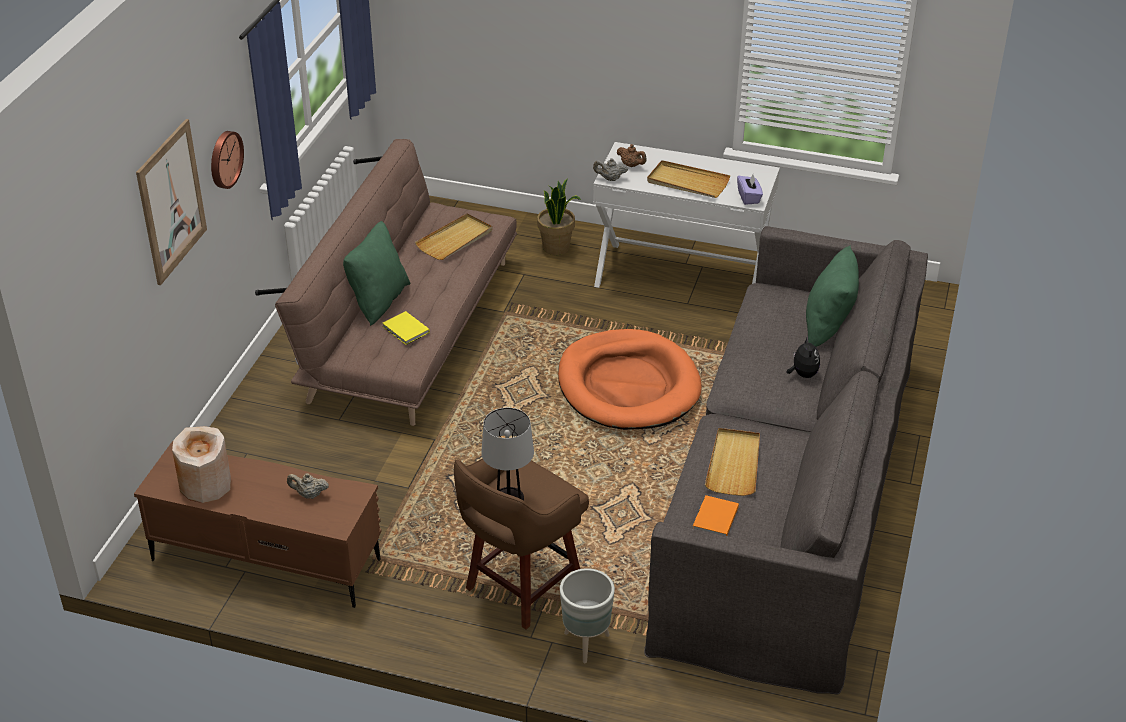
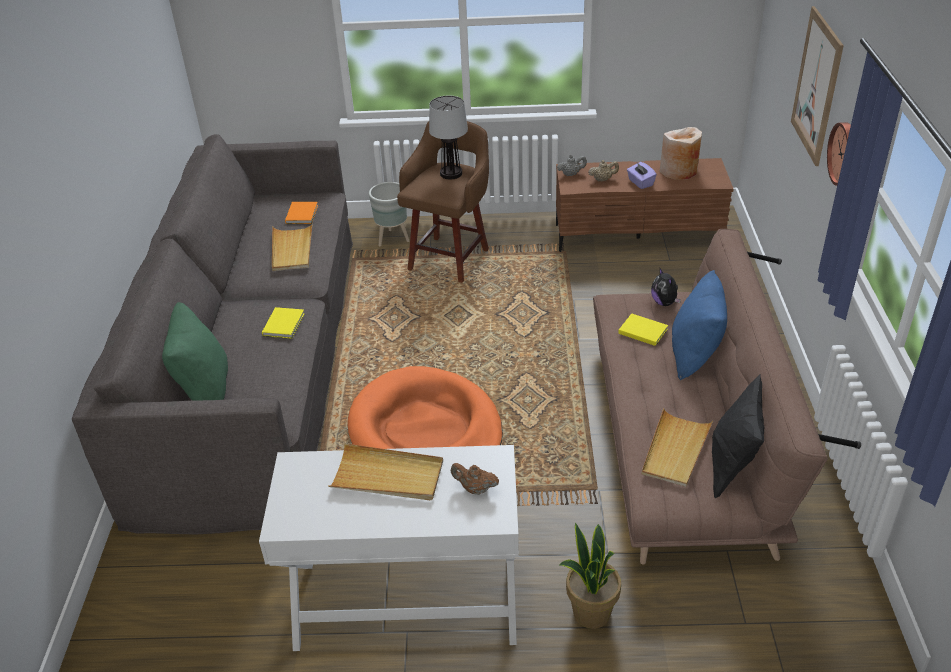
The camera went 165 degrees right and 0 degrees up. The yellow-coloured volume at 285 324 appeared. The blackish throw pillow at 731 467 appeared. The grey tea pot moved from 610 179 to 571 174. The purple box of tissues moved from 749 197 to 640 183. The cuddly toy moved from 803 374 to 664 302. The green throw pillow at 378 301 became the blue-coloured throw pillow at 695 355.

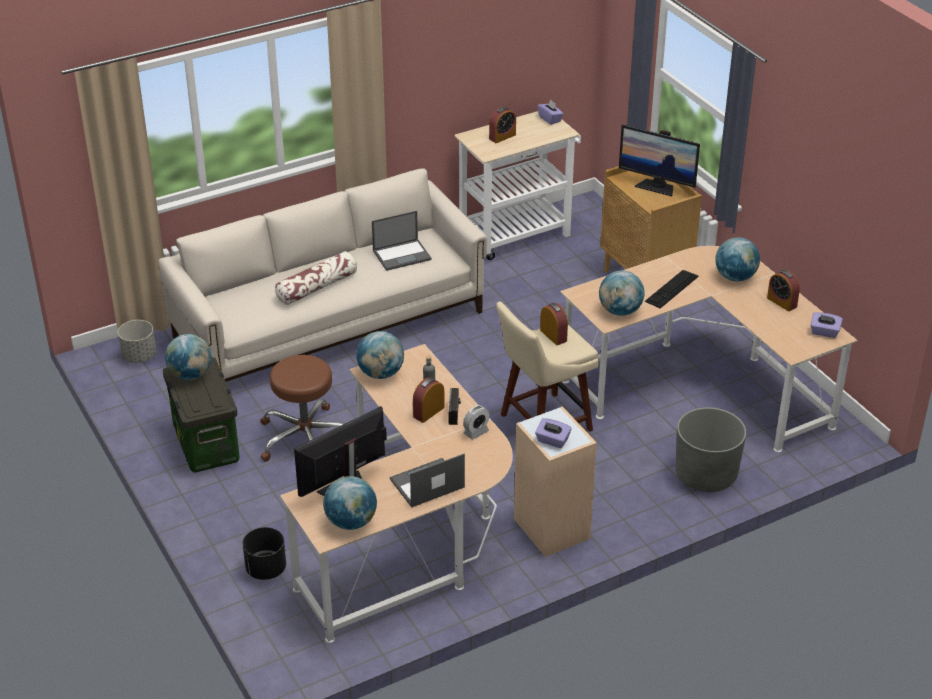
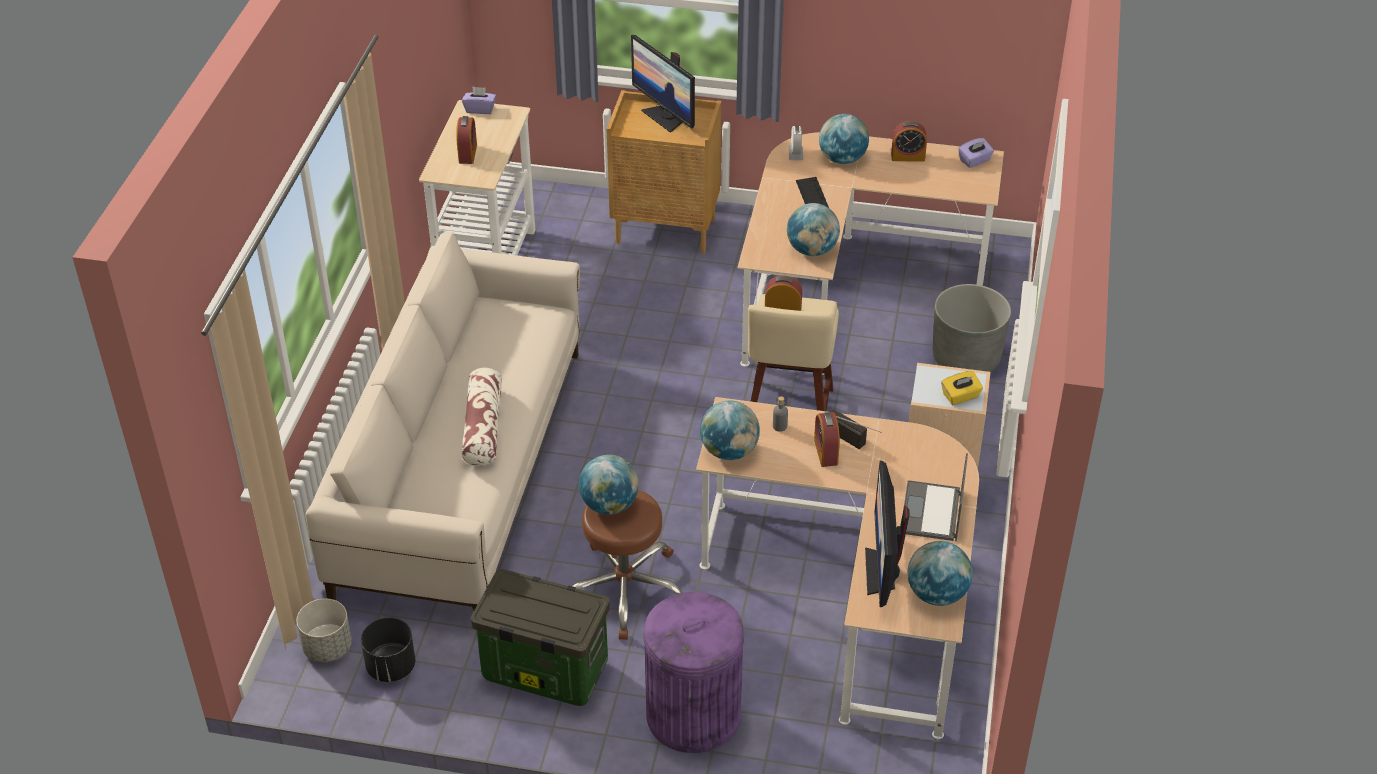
The camera went 50 degrees left and 5 degrees up. The notebook computer at 402 255 disappeared. The purple rubbish bin at 693 715 appeared. The globe moved from 190 374 to 609 505. The blackish flower pot moved from 266 569 to 390 667. The table clock moved from 476 432 to 795 154. The purple box of tissues at 552 441 became the yellow-coloured box of tissues at 960 396. The monitor at 657 186 turned 75 degrees clockwise.

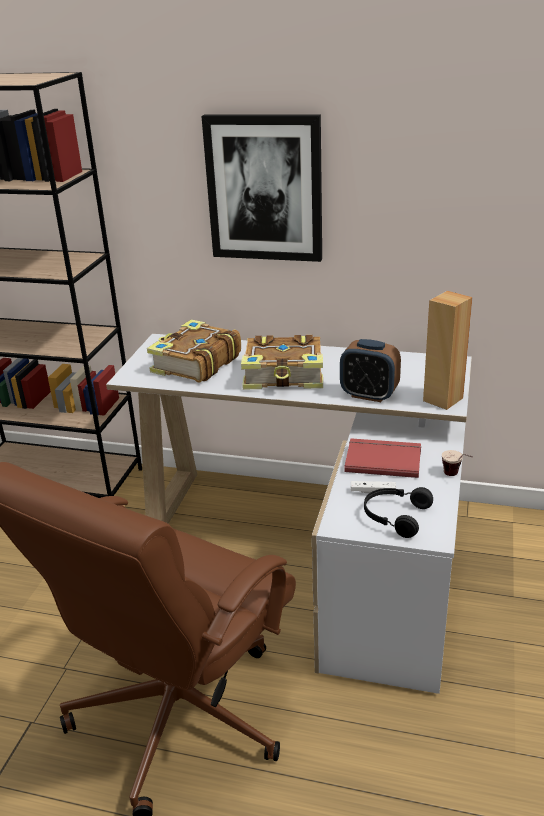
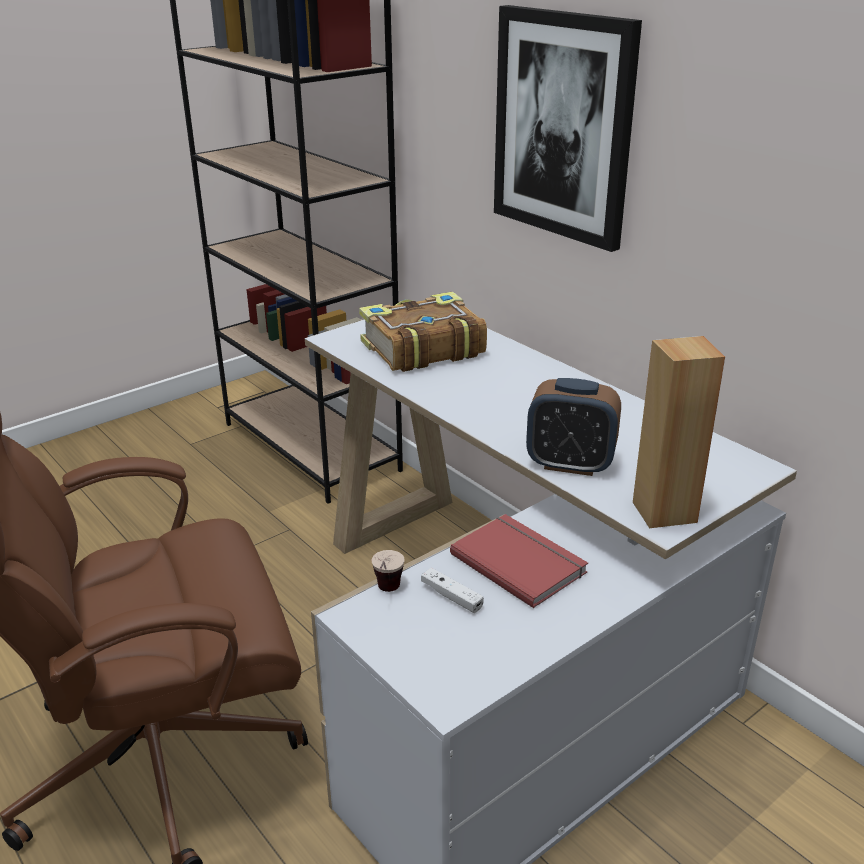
The camera went 35 degrees right and 0 degrees up. The volume at 285 375 disappeared. The blackish headset at 394 516 disappeared. The drinking cup moved from 456 476 to 386 594. The table clock at 369 395 turned 45 degrees counterclockwise.

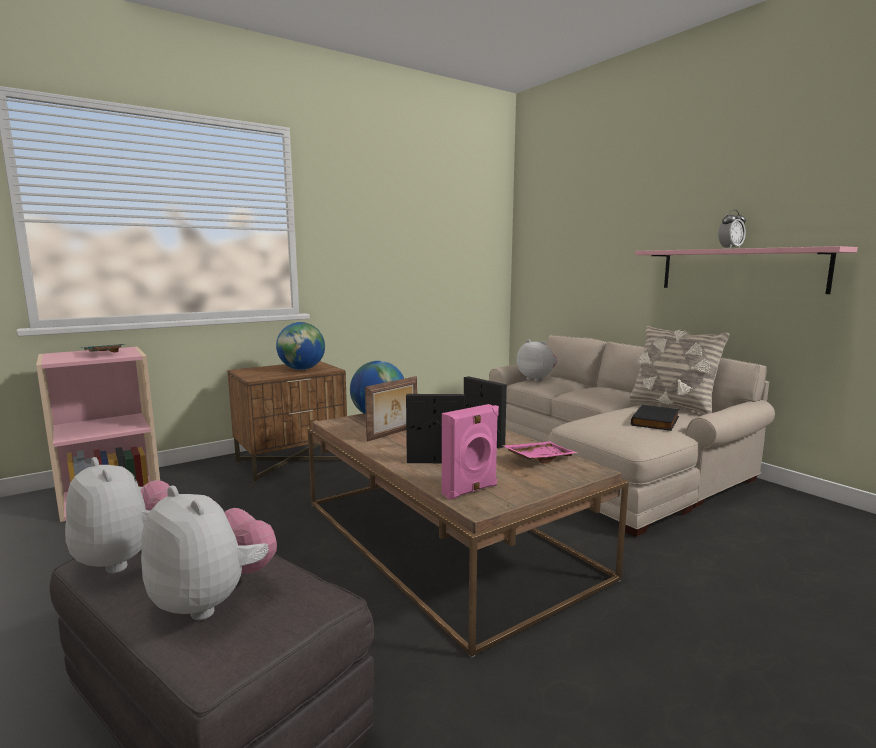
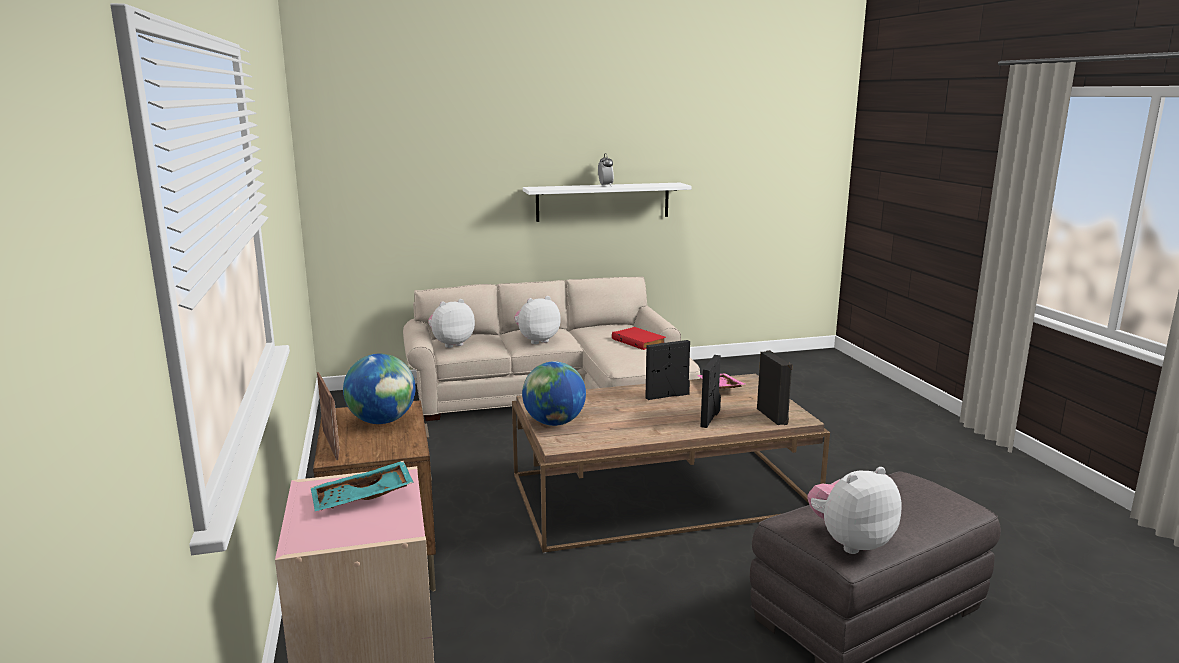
The camera went 70 degrees left and 5 degrees up. The beige throw pillow at 672 407 disappeared. The cuddly toy moved from 212 600 to 536 340. The photo frame moved from 393 433 to 331 444. The pinkish audio speaker at 471 490 became the blackish audio speaker at 773 416. The blackish volume at 656 421 became the red volume at 639 341. The pinkish shelf at 739 270 became the whitish shelf at 603 201.

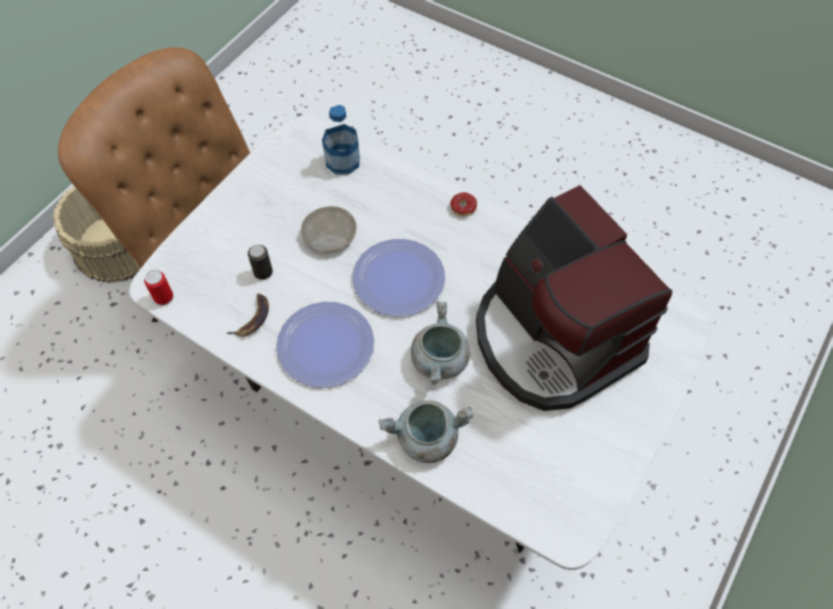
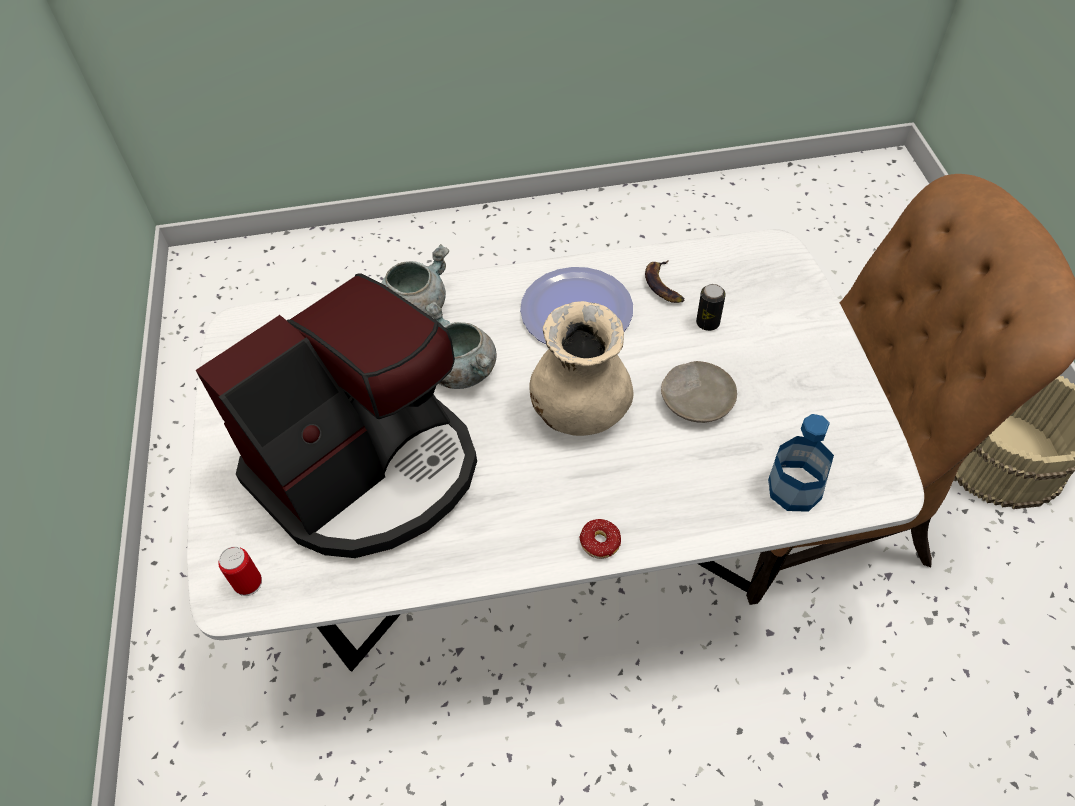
The camera went 140 degrees right and 5 degrees down. The sealed can moved from 164 298 to 248 583. The plate at 399 278 was replaced by the beige decorative vase at 580 411. The coffee maker at 553 339 turned 120 degrees clockwise.

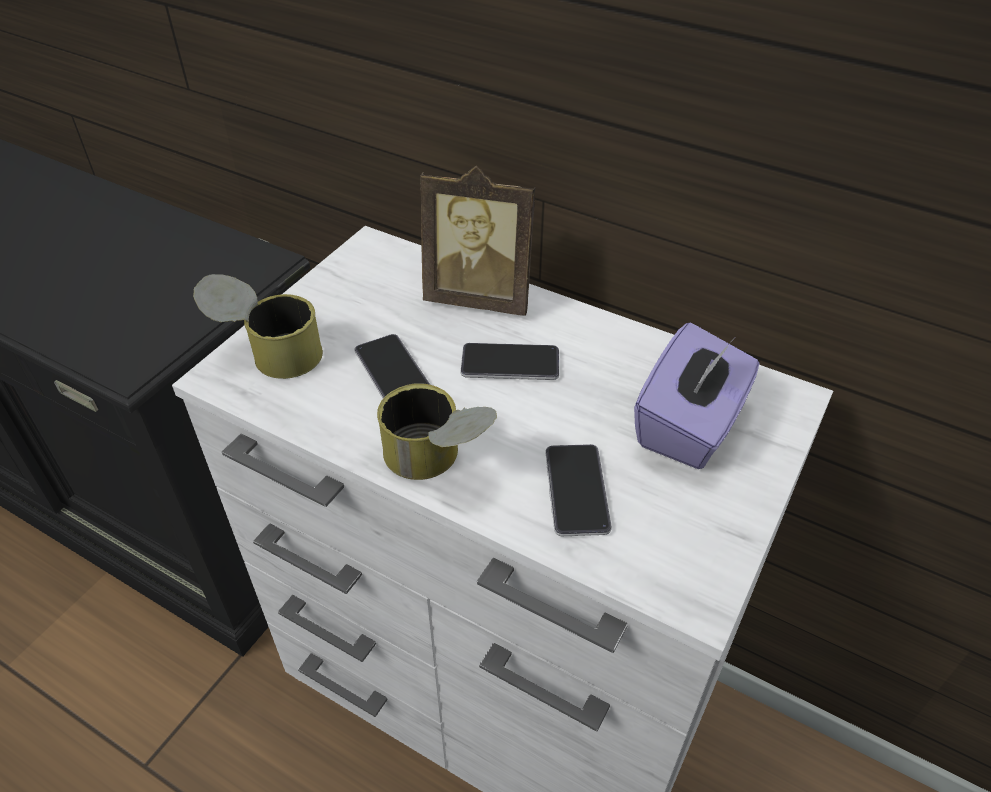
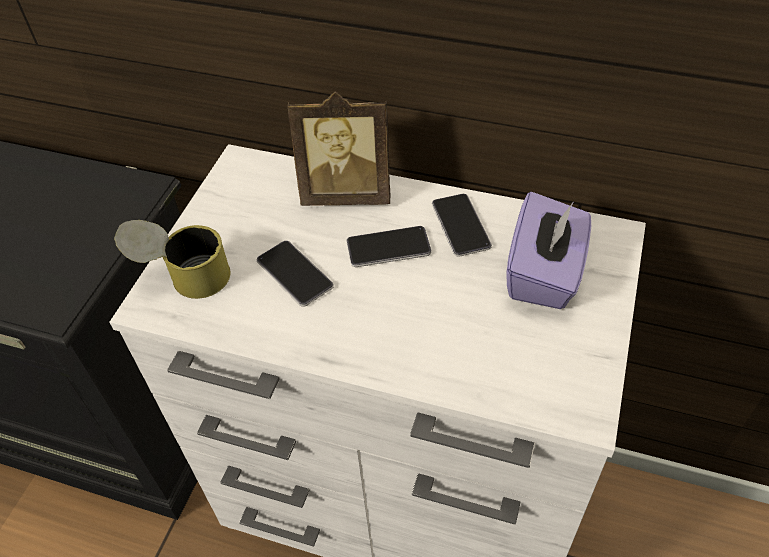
The camera went 10 degrees left and 5 degrees up. The sealed can at 438 462 disappeared. The telephone moved from 576 490 to 460 226.

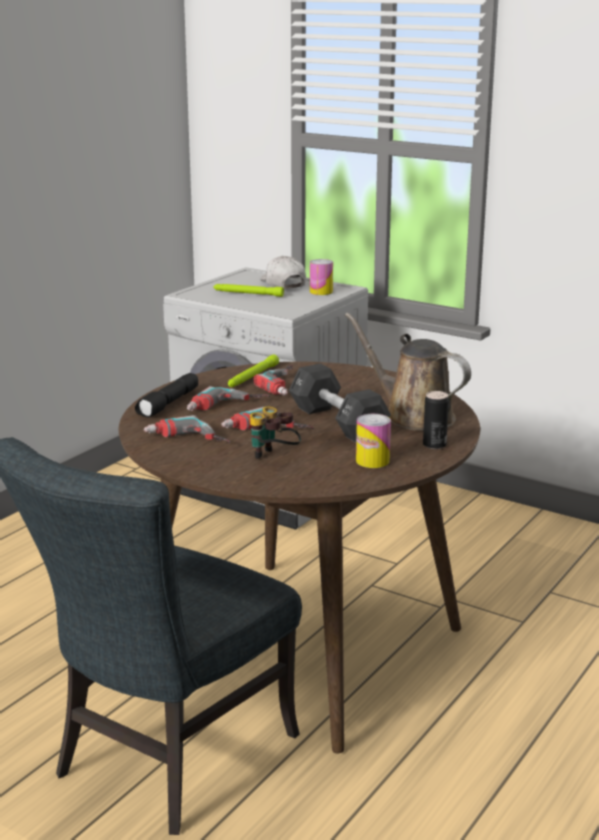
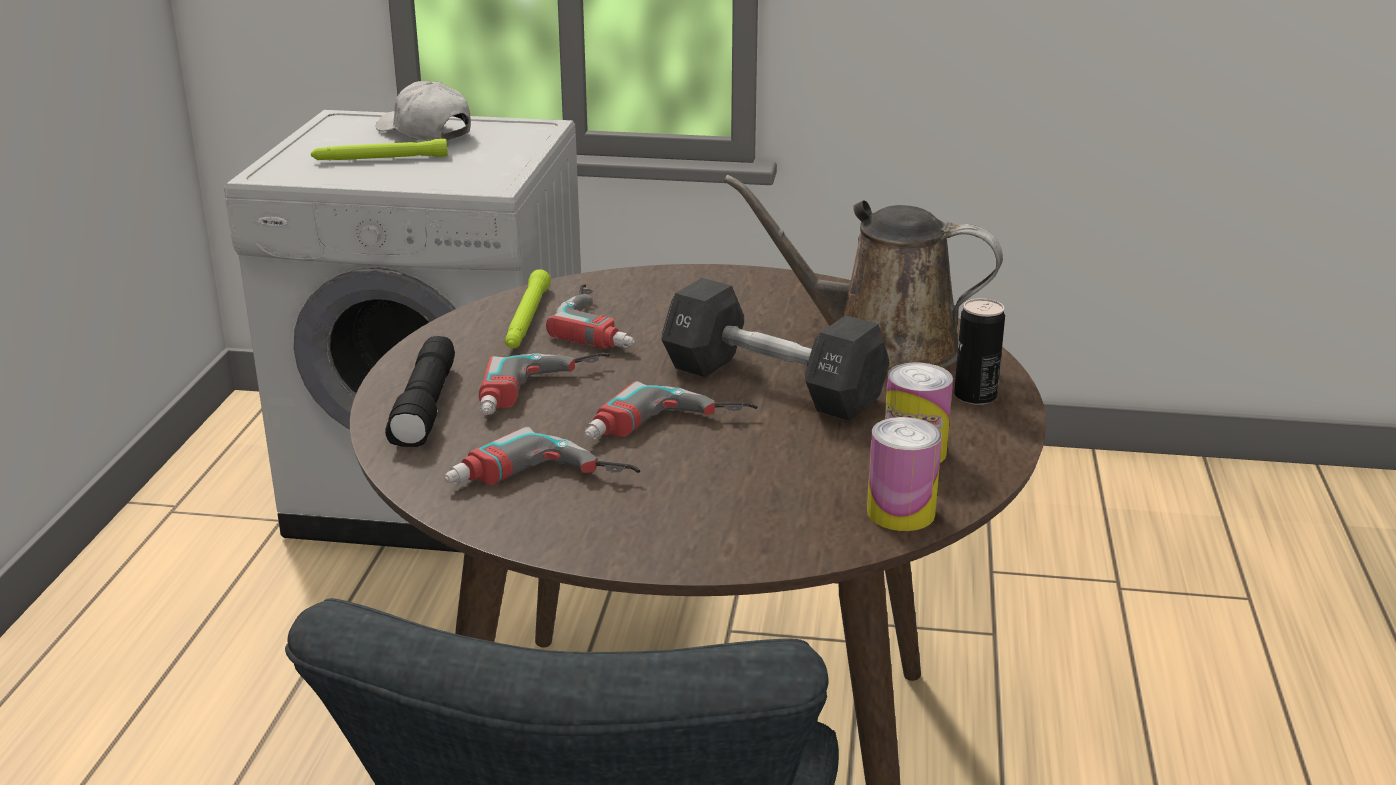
The camera went 25 degrees left and 5 degrees up. The field glasses at 274 458 disappeared. The sealed can moved from 321 292 to 900 513.

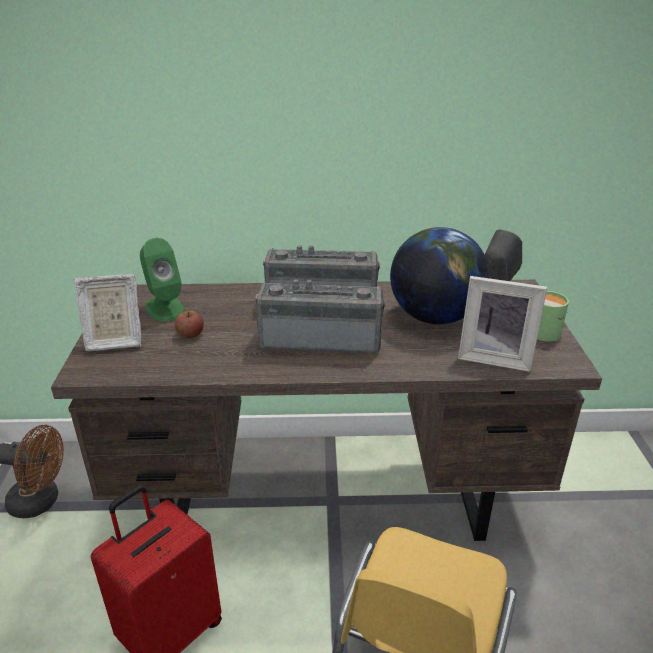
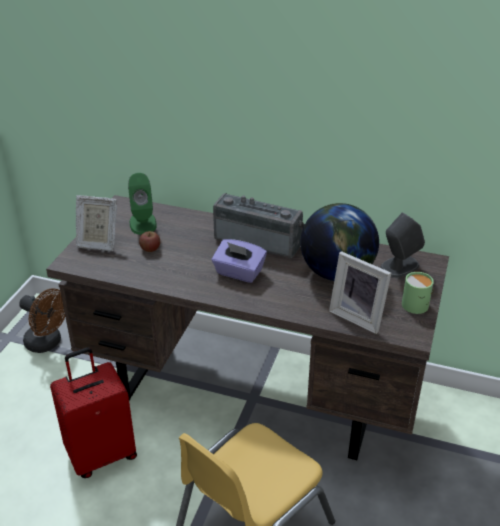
The camera went 20 degrees right and 5 degrees up. The radio set at 321 339 was replaced by the purple box of tissues at 239 273.

